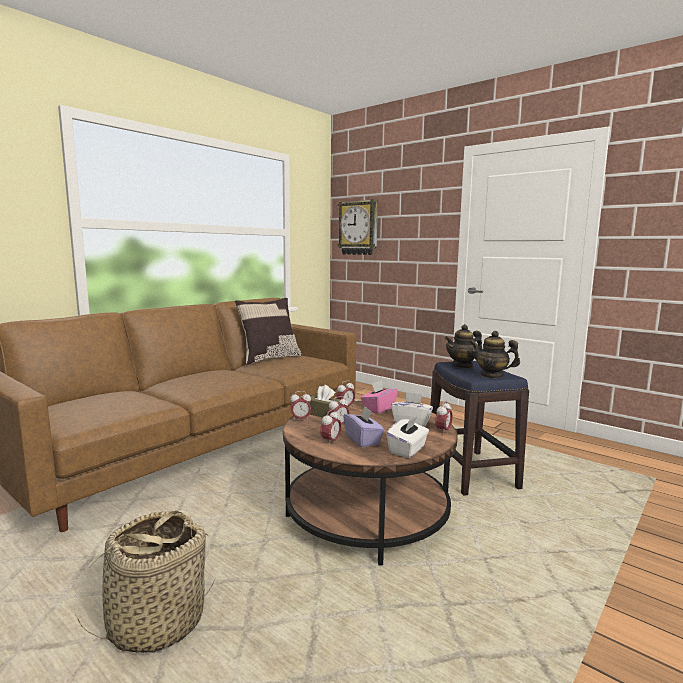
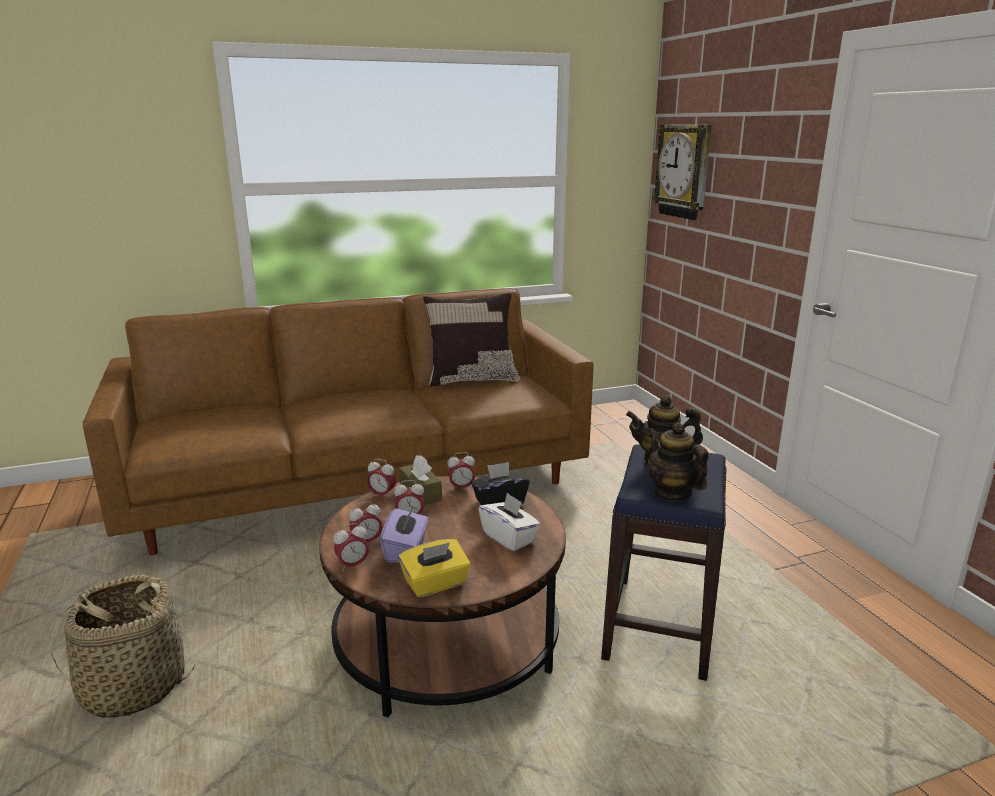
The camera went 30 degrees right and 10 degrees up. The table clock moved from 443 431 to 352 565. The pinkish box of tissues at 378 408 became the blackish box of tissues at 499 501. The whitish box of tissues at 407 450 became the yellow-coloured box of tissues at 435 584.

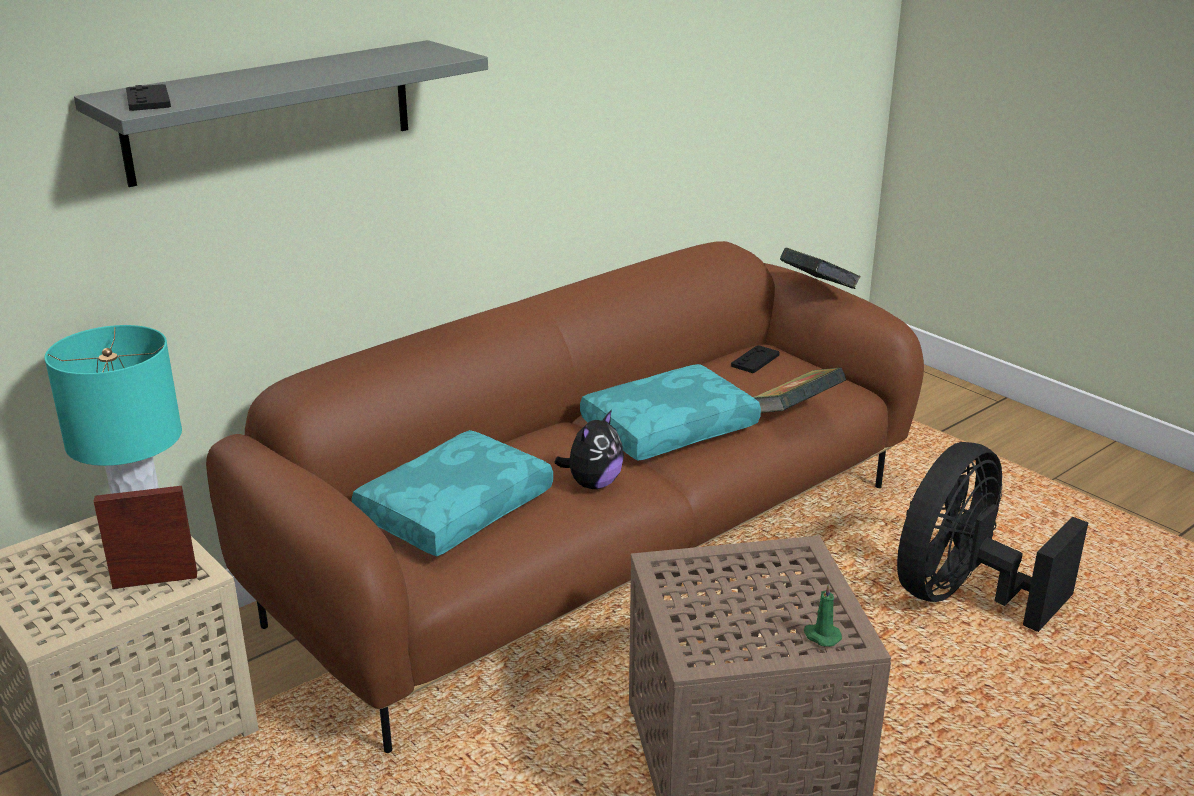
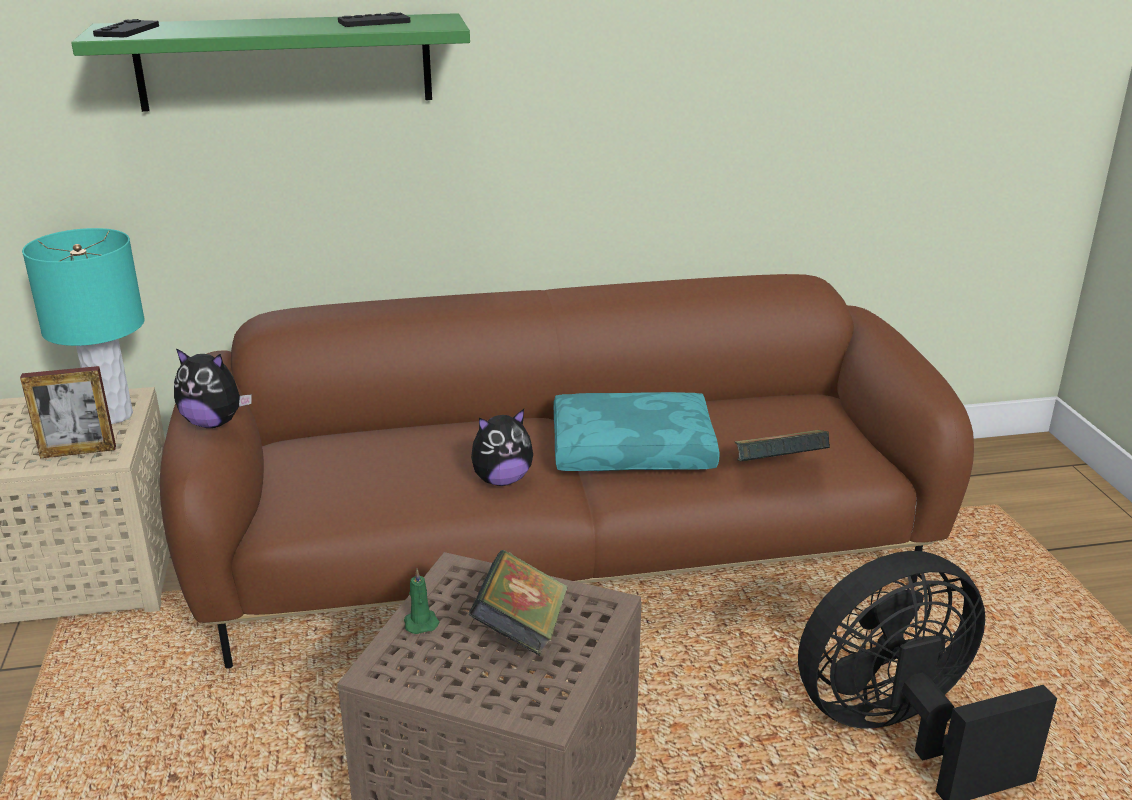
The camera went 30 degrees right and 0 degrees up. The turquoise-coloured throw pillow at 454 508 disappeared. The cuddly toy at 214 423 appeared. The blackish game controller moved from 755 360 to 374 22. The volume moved from 817 290 to 521 631. The green candle moved from 821 636 to 420 622. The grey shelf at 271 111 became the green shelf at 285 62. The photo frame at 155 580 turned 150 degrees clockwise.

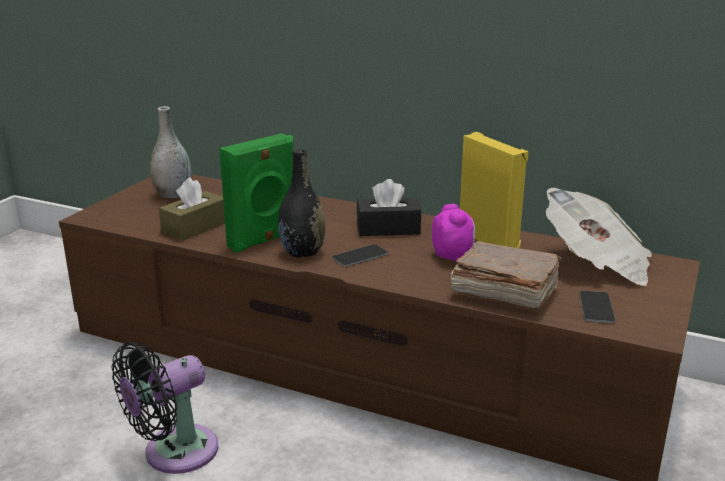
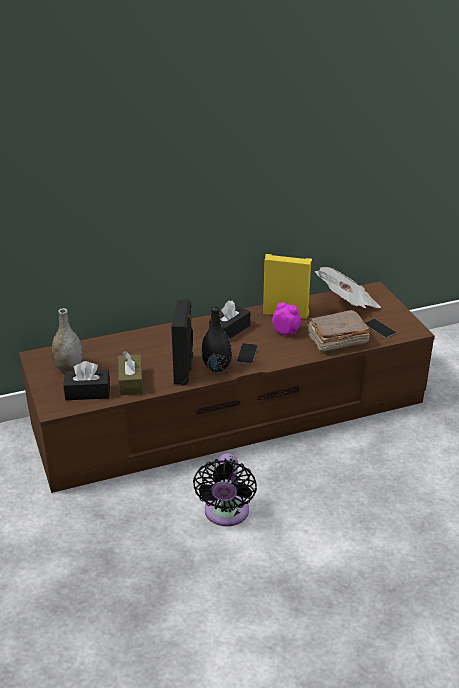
The camera went 45 degrees left and 10 degrees up. The blackish box of tissues at 87 392 appeared. The green audio speaker at 263 240 became the blackish audio speaker at 184 370.

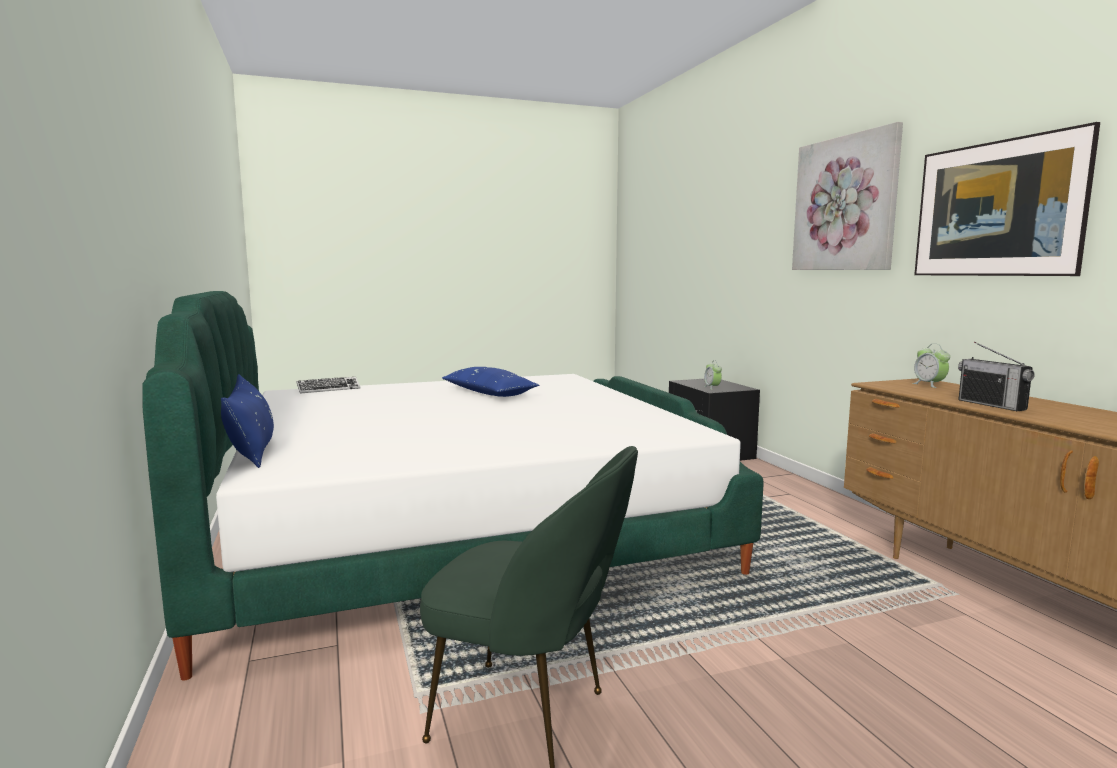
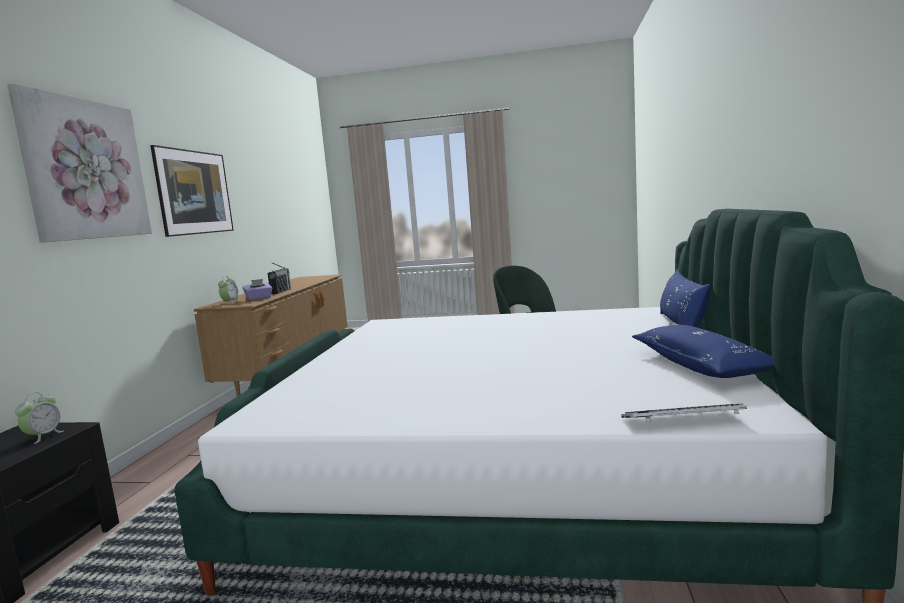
The camera went 150 degrees left and 0 degrees up. The purple box of tissues at 259 298 appeared. The blue-coloured throw pillow moved from 488 393 to 700 365.

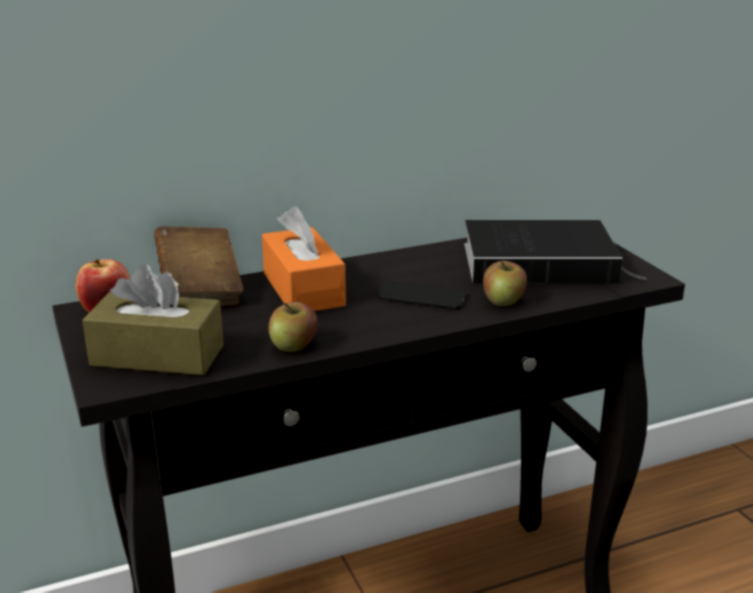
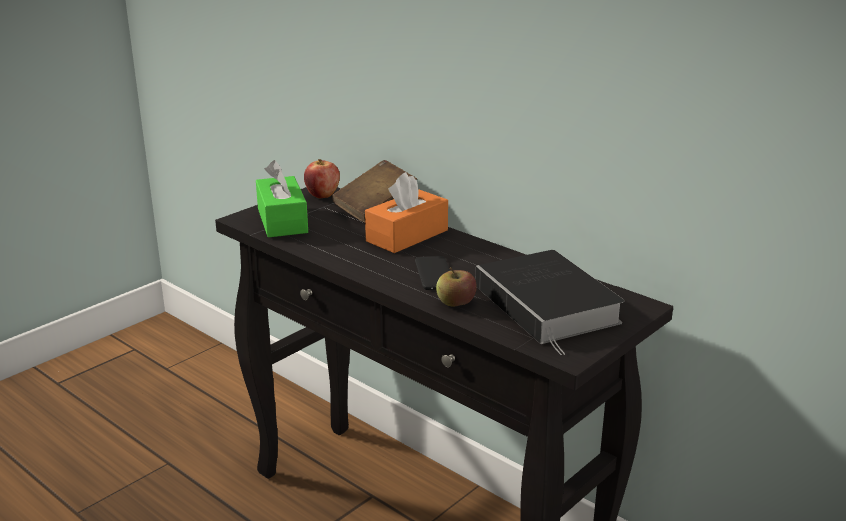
The camera went 65 degrees right and 0 degrees up. The apple at 294 346 disappeared. The brown-coloured box of tissues at 157 355 became the green box of tissues at 282 221.

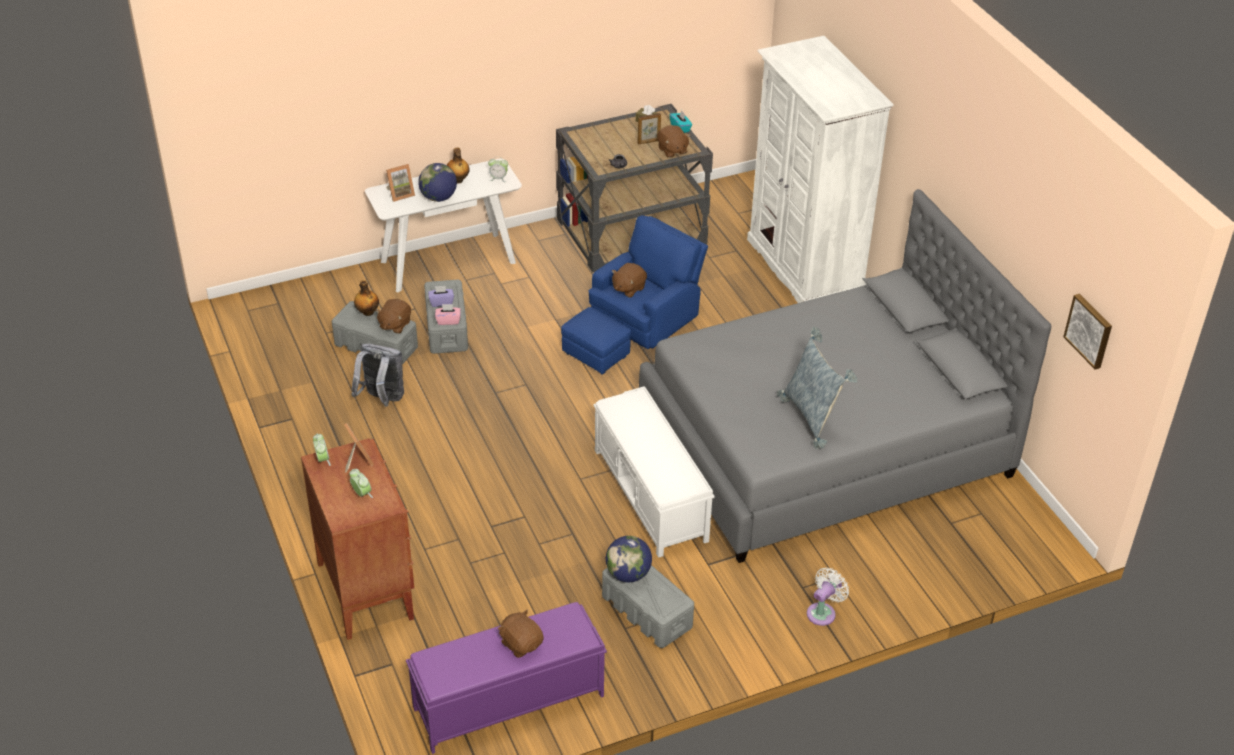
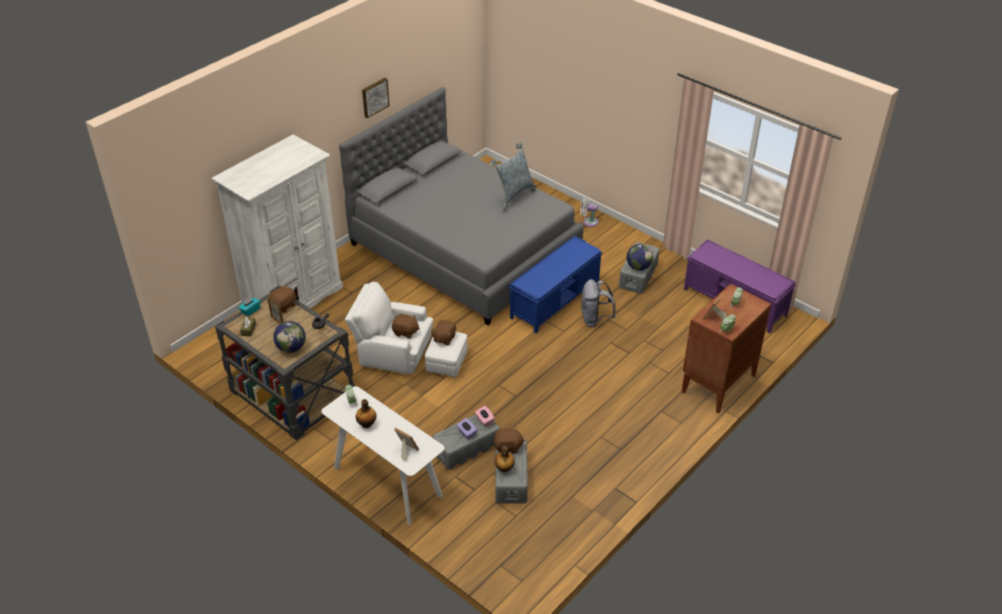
The camera went 115 degrees left and 0 degrees up. The grey knapsack moved from 382 399 to 595 319. The globe moved from 438 198 to 291 348. The brown-coloured cuddly toy moved from 521 643 to 444 338. The wall art moved from 1089 330 to 374 97. The blue-coloured lounge chair at 634 326 became the whitish lounge chair at 406 355. The whitish indoor bench at 651 496 became the blue-coloured indoor bench at 555 300.

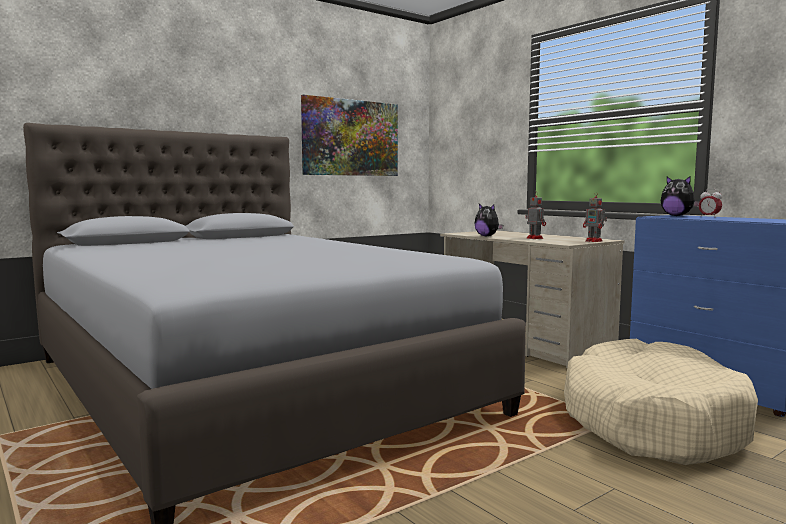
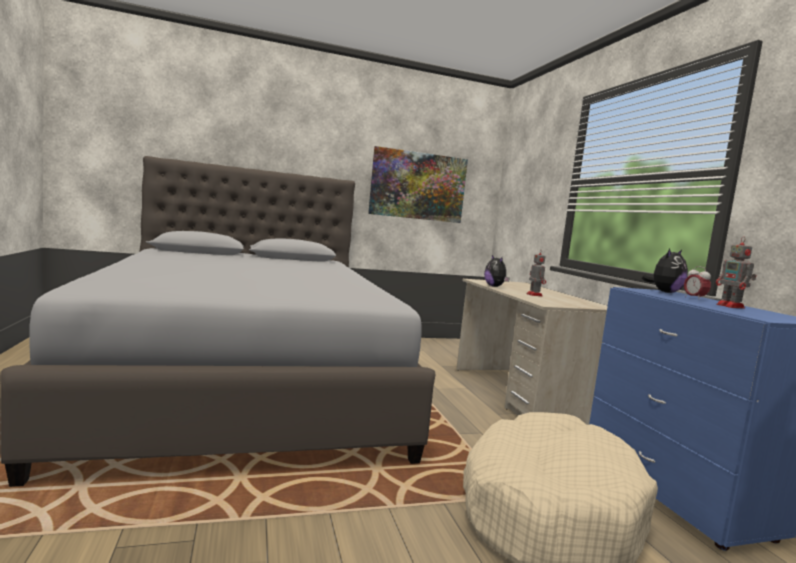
The camera went 20 degrees right and 0 degrees up. The model robot moved from 594 241 to 731 306. The cuddly toy at 677 216 turned 105 degrees counterclockwise.

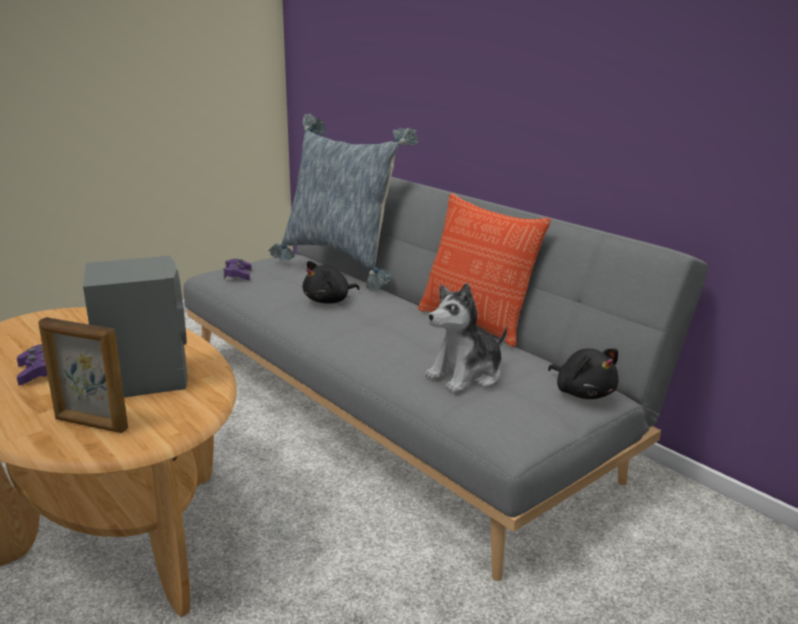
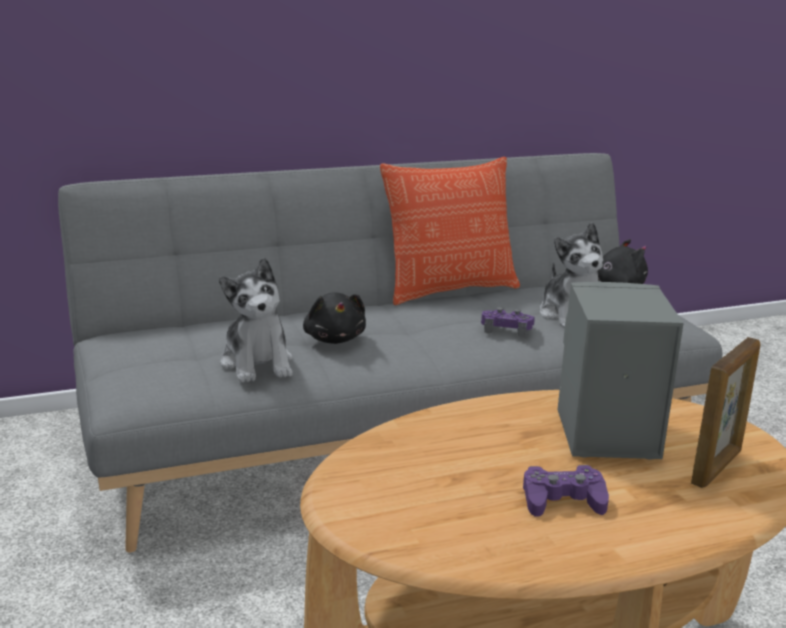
The camera went 70 degrees left and 0 degrees up. The throw pillow at 343 271 disappeared. The cuddly toy at 257 363 appeared. The purple game controller moved from 238 275 to 506 328.

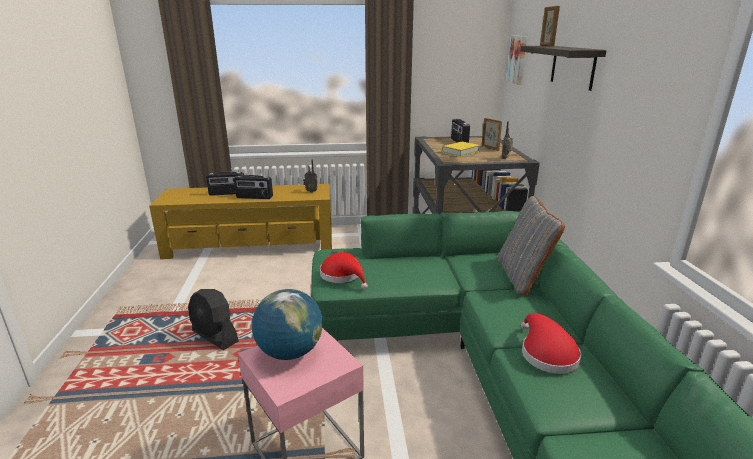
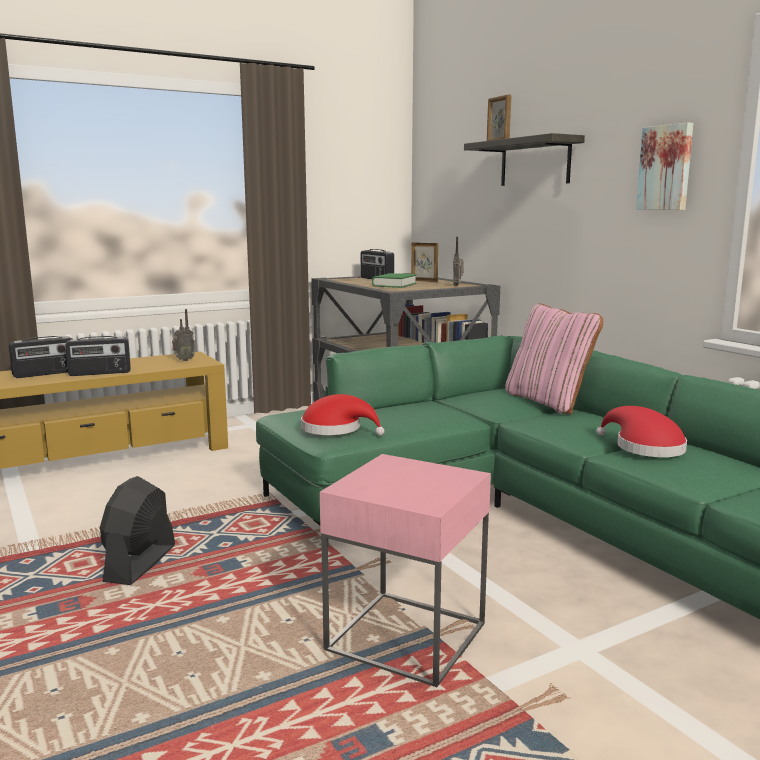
The camera went 25 degrees left and 10 degrees down. The globe at 290 352 disappeared. The wall art moved from 518 59 to 666 168. The yellow-coloured volume at 460 152 became the green volume at 394 285. The grey throw pillow at 523 277 became the pinkish throw pillow at 548 402. The blackish fan at 215 336 turned 90 degrees clockwise.

